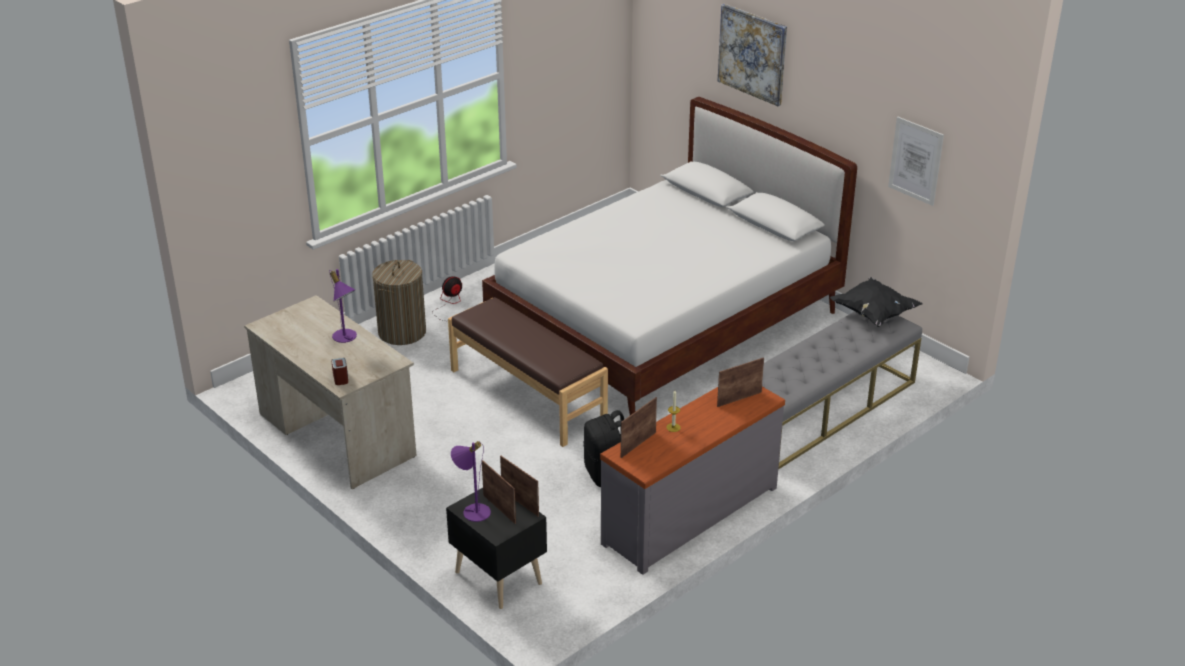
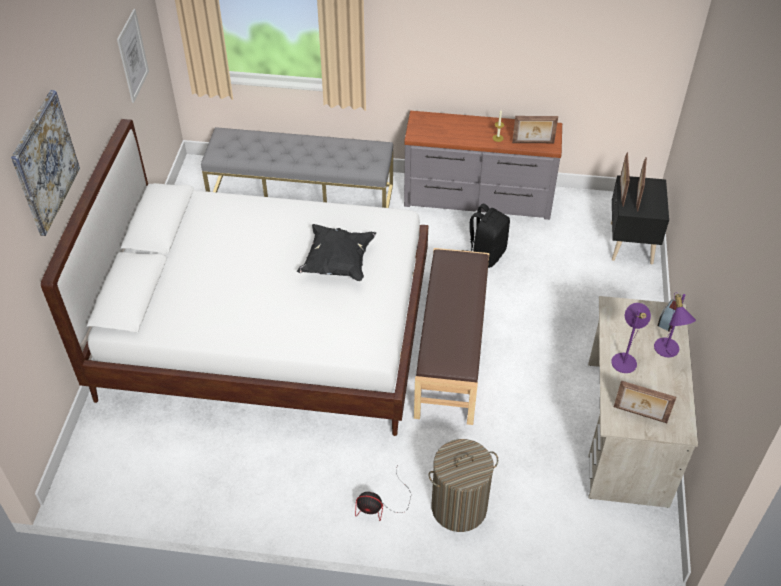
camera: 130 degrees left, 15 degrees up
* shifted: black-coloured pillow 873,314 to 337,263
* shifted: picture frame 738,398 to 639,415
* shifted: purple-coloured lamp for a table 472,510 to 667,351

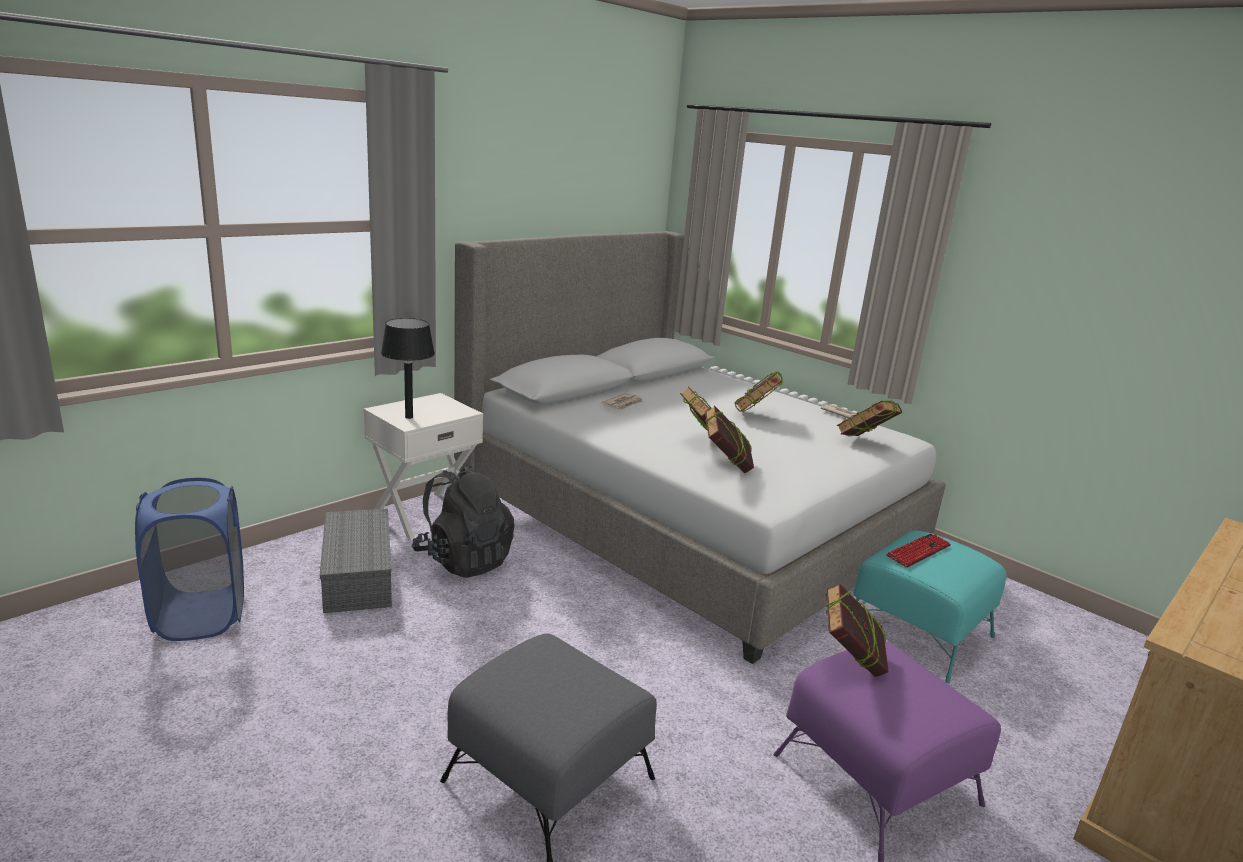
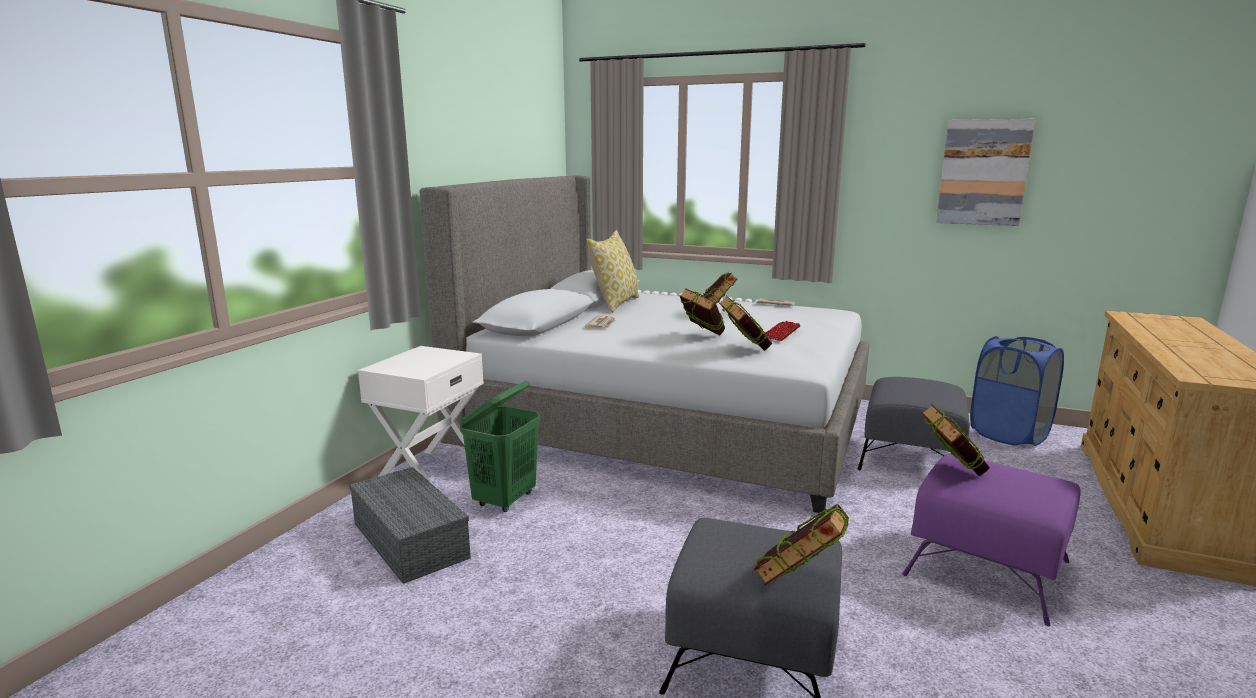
camera: 20 degrees left, 5 degrees down
* swapped: black-coloured rucksack 464,560 to green-coloured laundry basket 505,500
* new: pillow 614,304
* shifted: volume 864,443 to 799,583
* shifted: keyboard 918,551 to 781,332
* repainted: turquoise footrest 919,632 to greyish footrest 911,458
* new: wall art 983,172
* shifted: blue-coloured laundry basket 201,615 to 1009,434
* gone: black-coloured lamp for a table 408,417

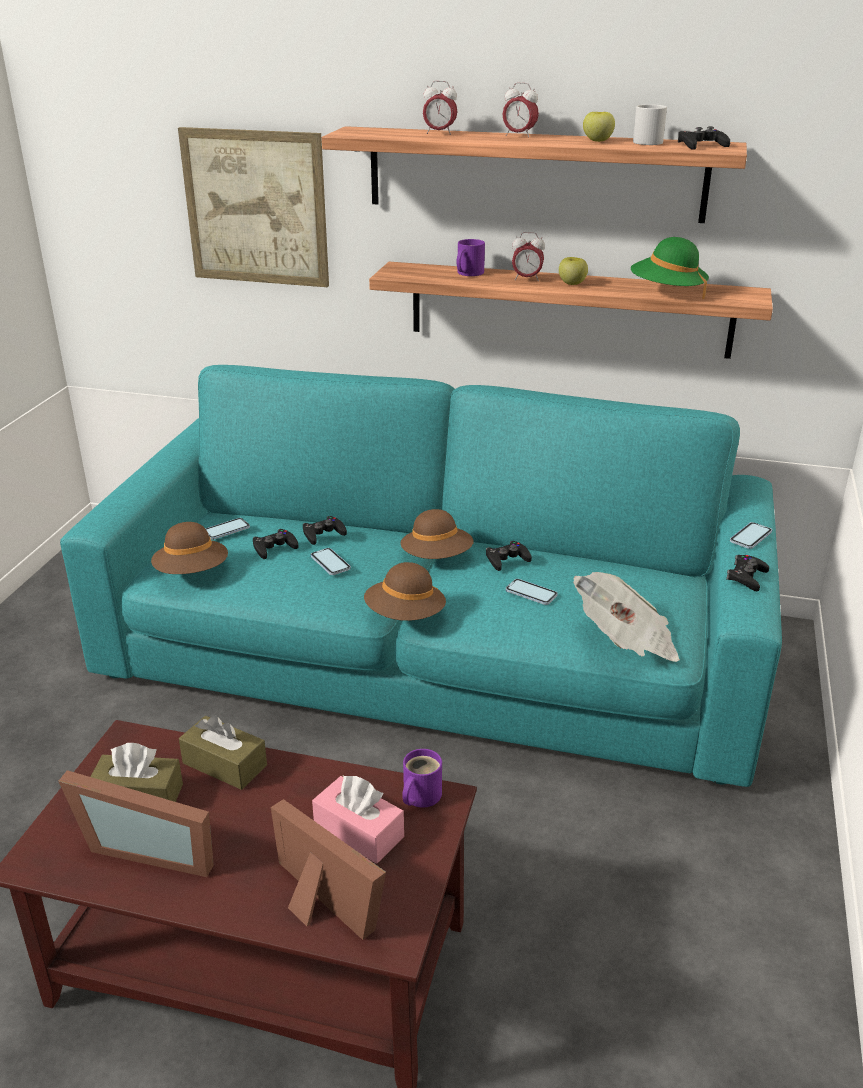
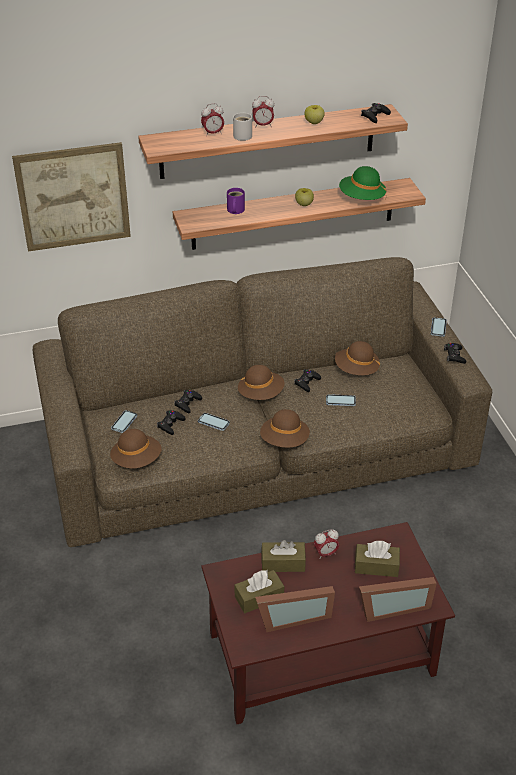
camera: 30 degrees left, 10 degrees up
* repainted: turquoise couch 431,649 to brownish couch 257,448
* shifted: white-coloured coffee mug 649,142 to 243,135
* shifted: table clock 526,279 to 326,554
* new: brownish wearable hat 356,369
* repainted: pink-coloured tissue box 358,831 to brownish tissue box 376,566
* rotated: picture frame 319,908 = 391,607 150 degrees clockwise
* gone: purple-coloured coffee mug 419,796
* gone: newspaper 625,641

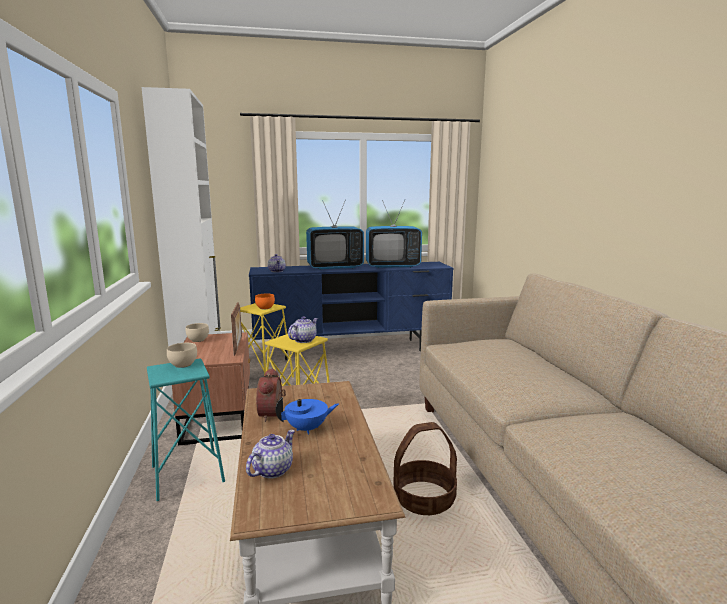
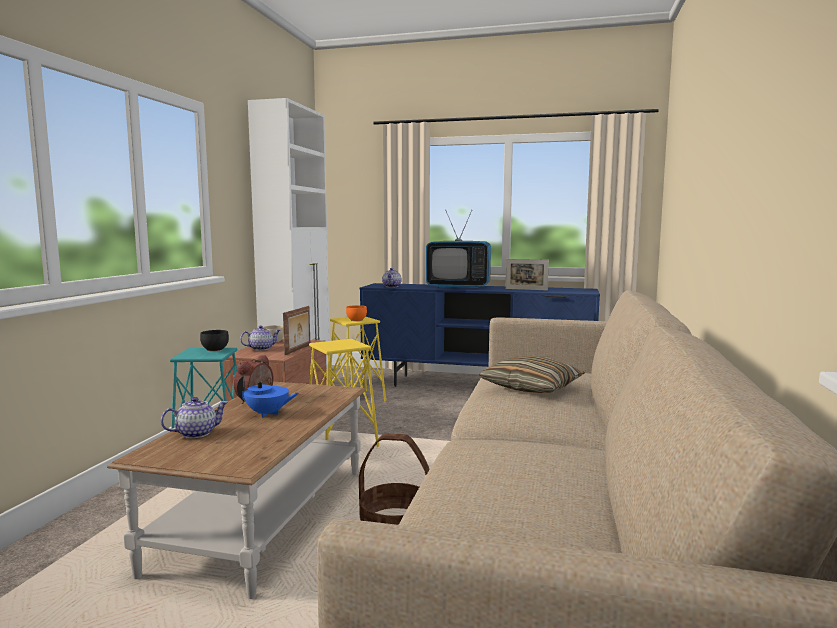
camera: 25 degrees right, 5 degrees down
* repainted: sand-coloured serving bowl 182,365 to black-coloured serving bowl 214,350
* shifted: pot for tea 303,340 to 261,348
* new: pillow 531,387
* swapped: TV 392,266 to picture frame 526,289

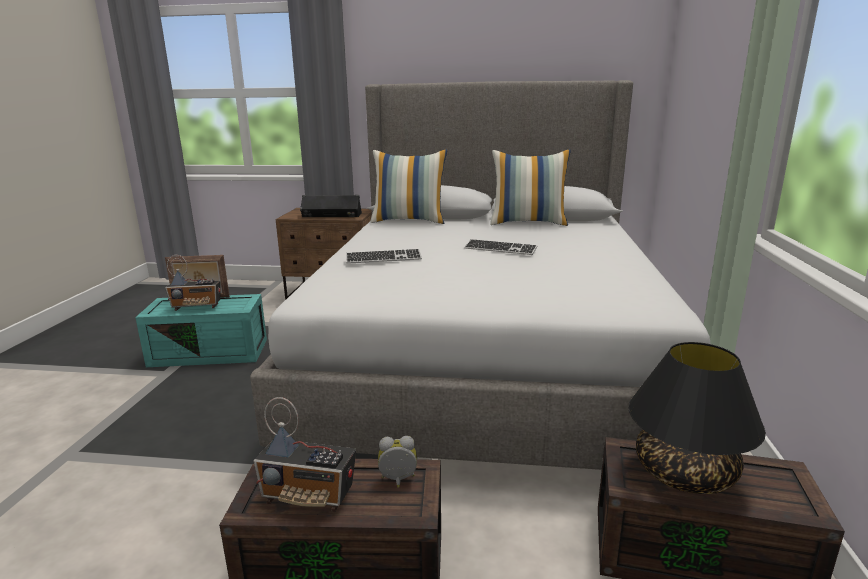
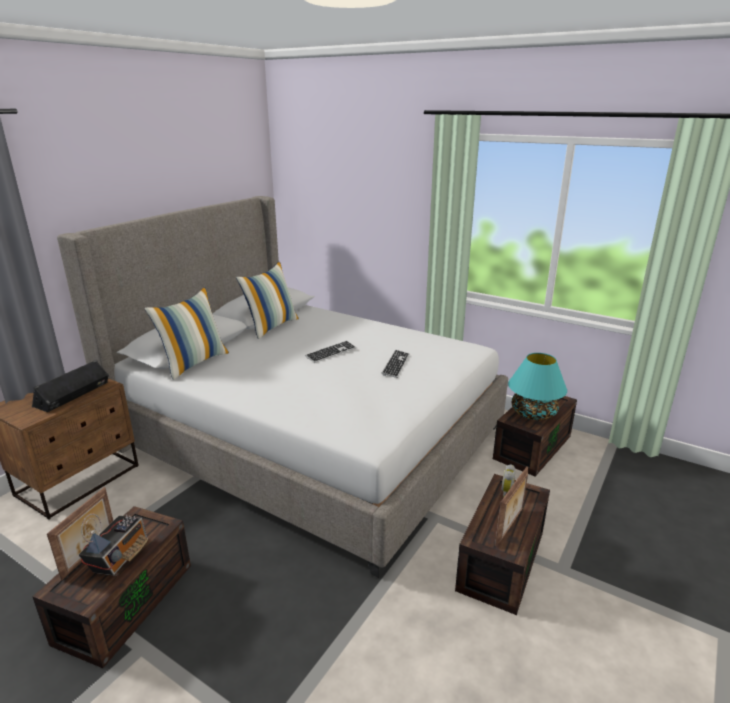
camera: 65 degrees left, 5 degrees up
* repainted: turquoise storage bin 211,352 to brownish storage bin 125,600
* shifted: keyboard 383,258 to 396,365
* swapped: radio set 309,496 to picture frame 510,526
* repainted: black-coloured lamp for a table 685,473 to turquoise lamp for a table 533,413

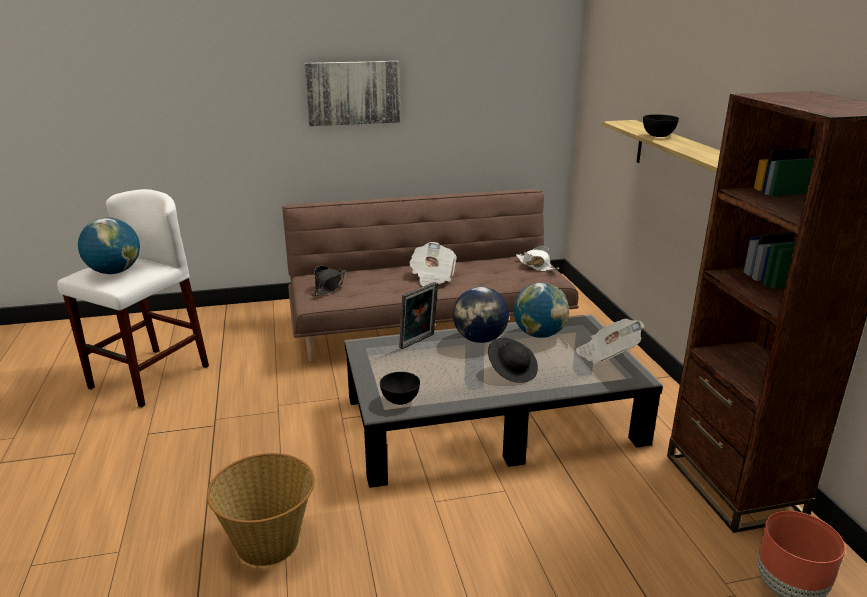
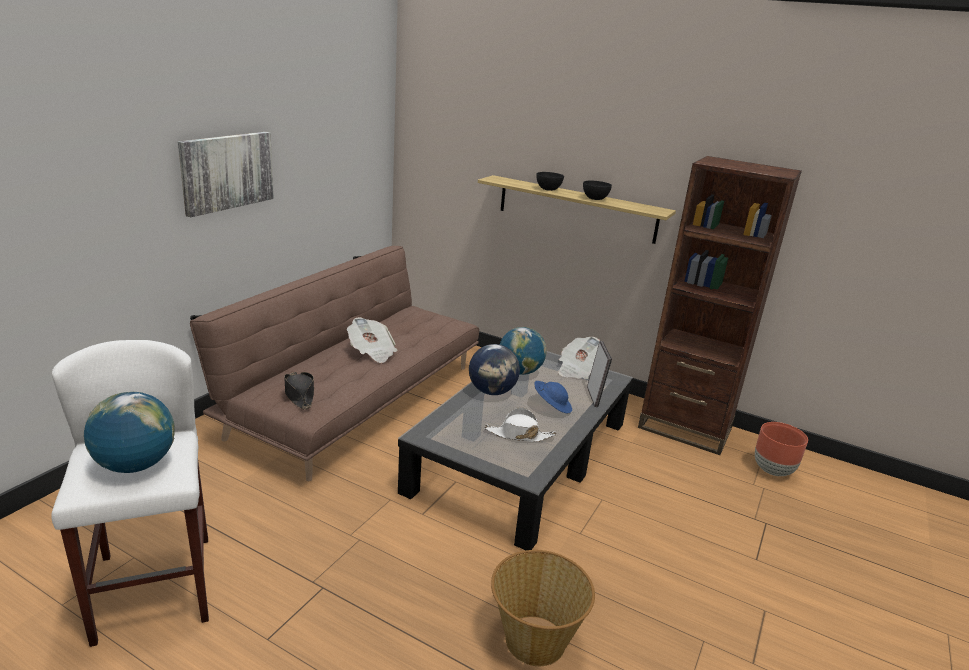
camera: 50 degrees left, 0 degrees up
* shifted: white-coloured wearable hat 536,265 to 519,435
* repainted: black-coloured wearable hat 512,371 to blue-coloured wearable hat 551,406
* shifted: black-coloured serving bowl 400,400 to 595,198
* shifted: picture frame 418,342 to 595,397

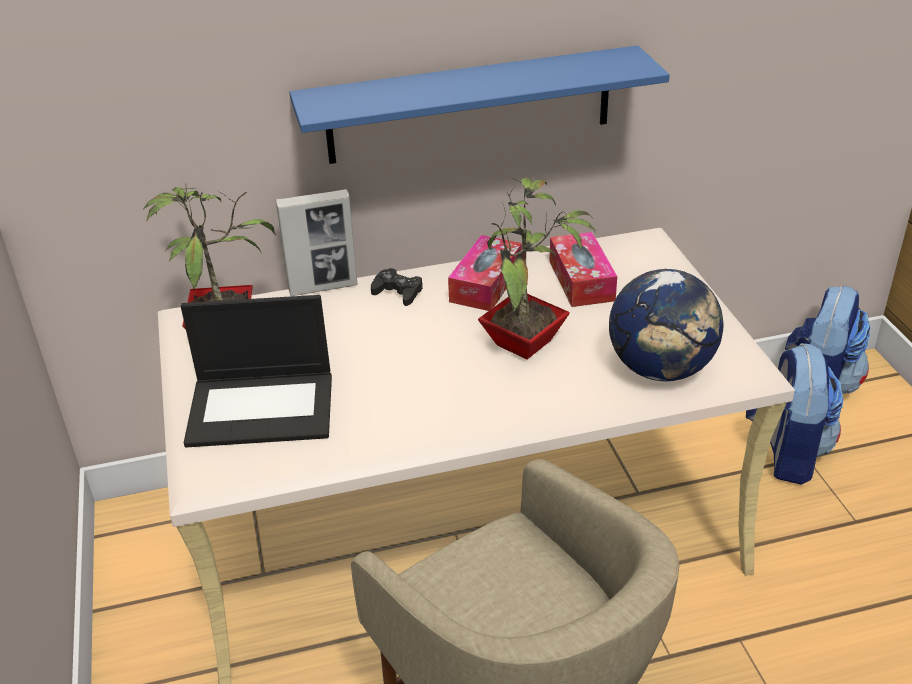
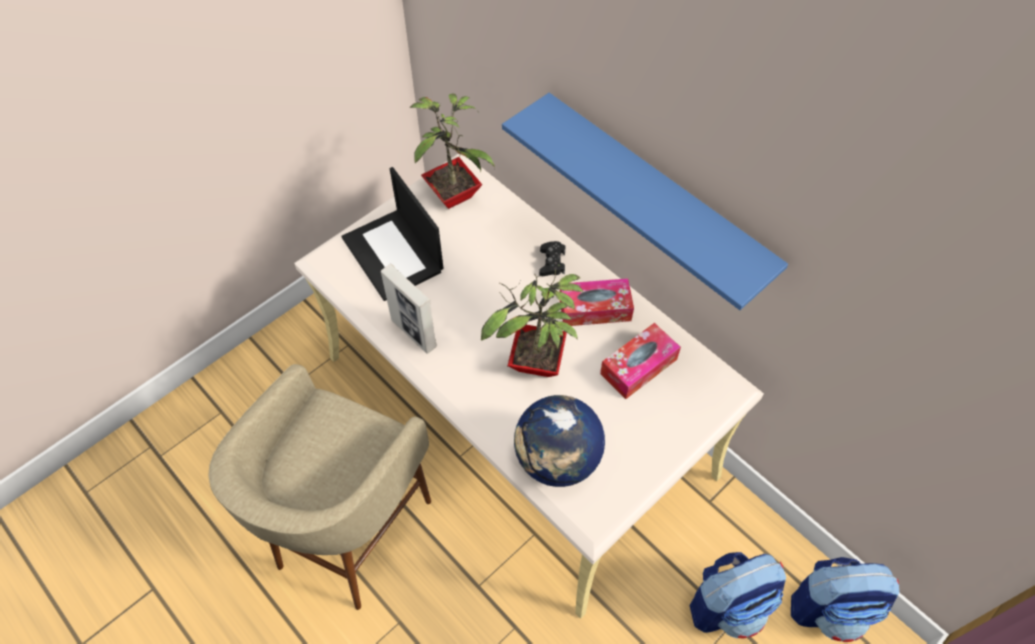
camera: 60 degrees right, 20 degrees up
* shifted: picture frame 323,287 to 414,333

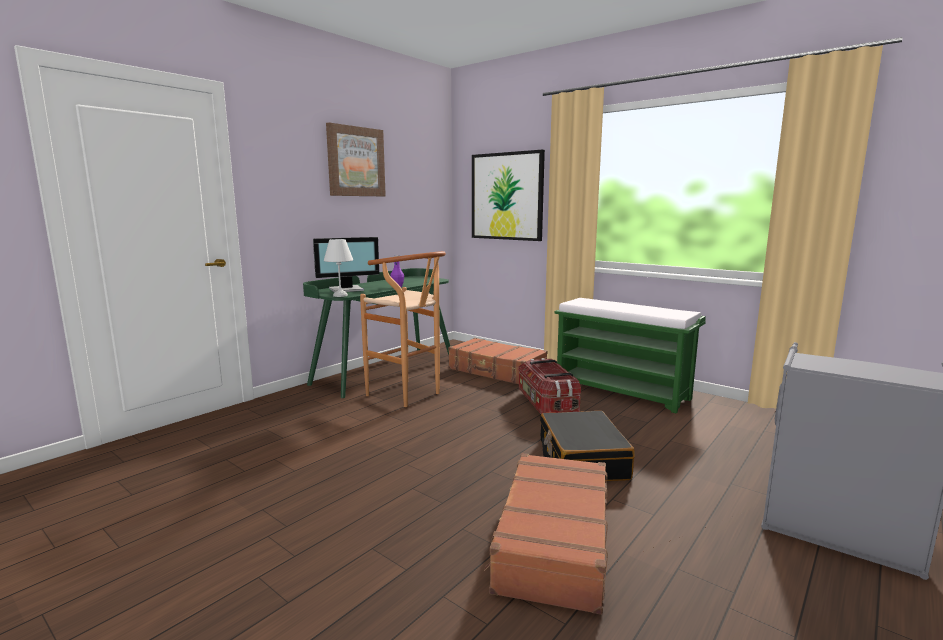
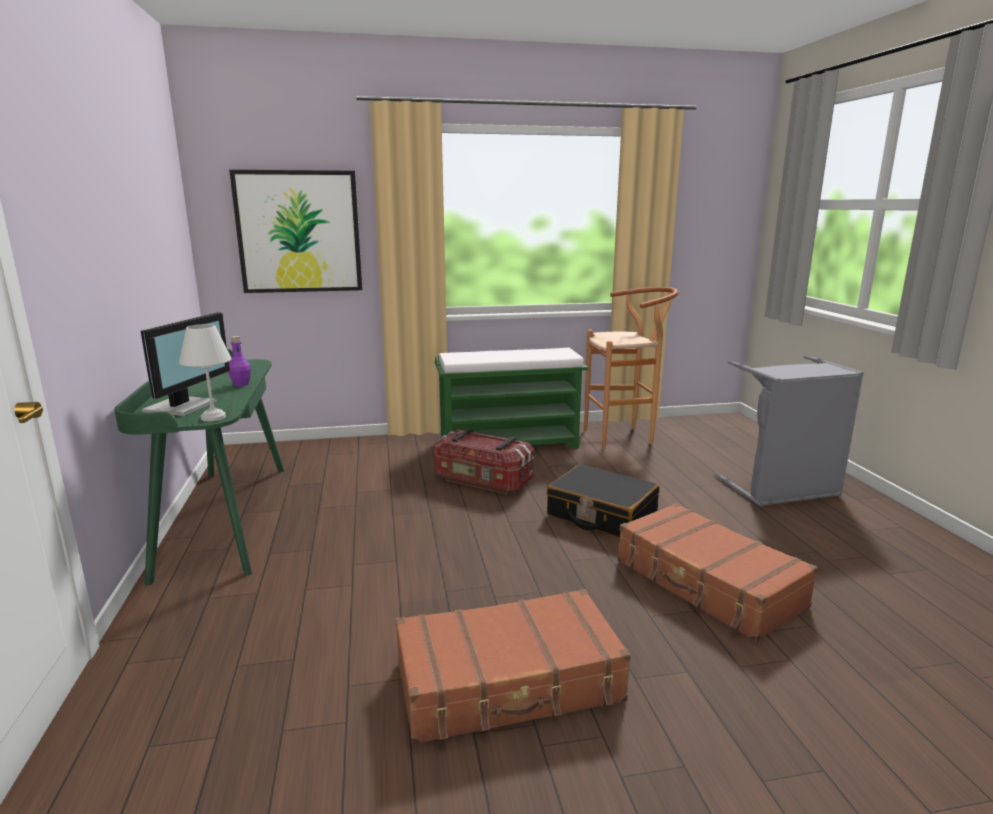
camera: 50 degrees left, 5 degrees up
* shifted: brownish travel case 496,371 to 509,683
* shifted: brownish stool 409,395 to 625,436
* gone: wall art 355,162

